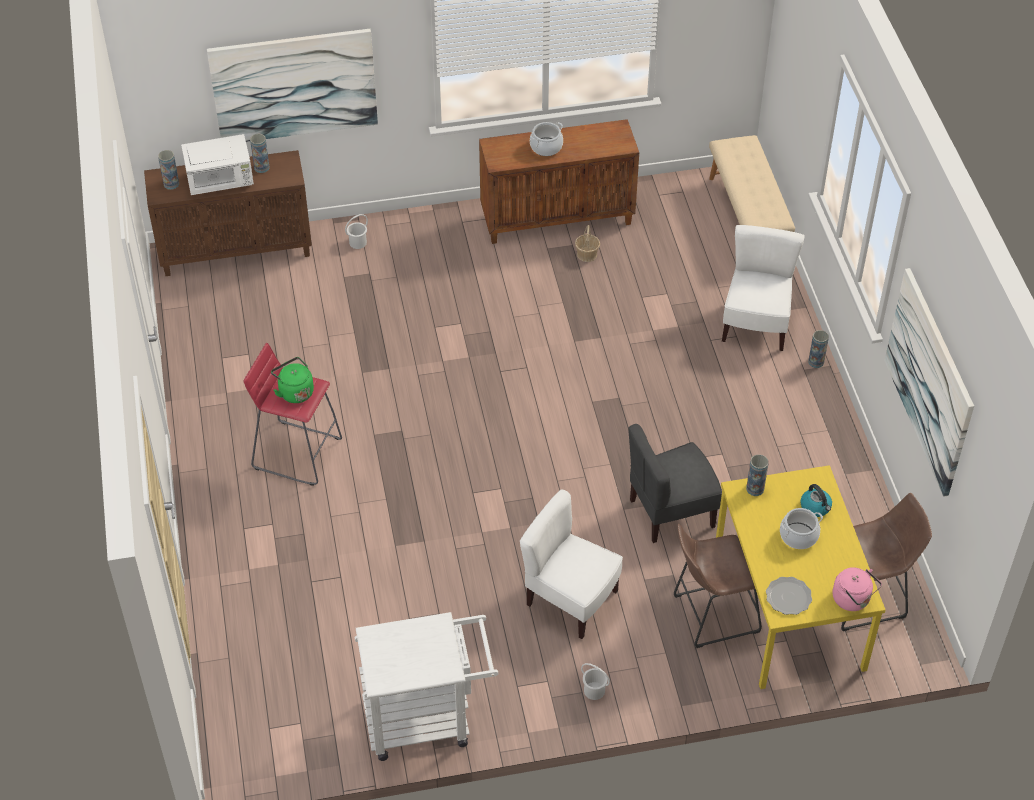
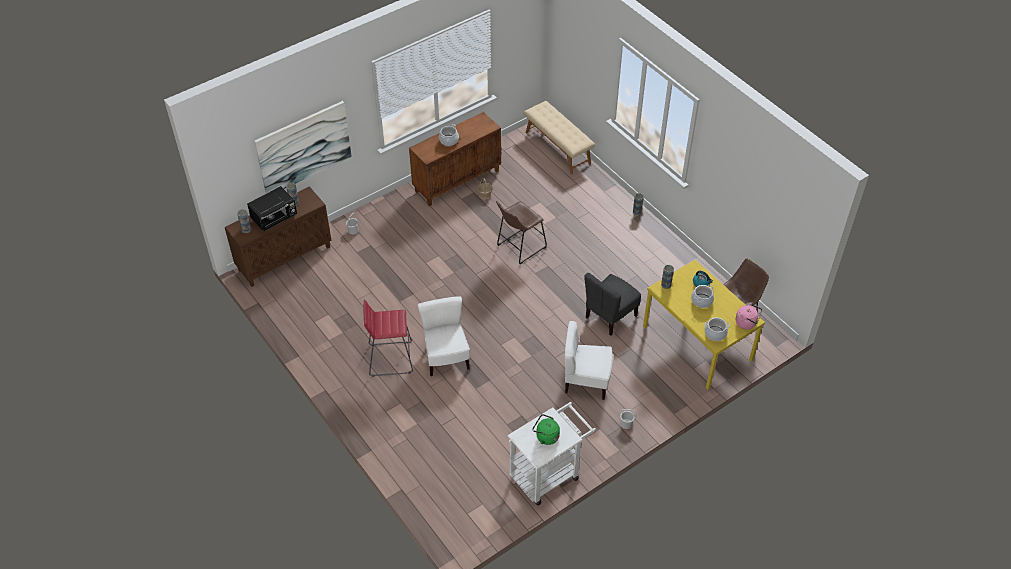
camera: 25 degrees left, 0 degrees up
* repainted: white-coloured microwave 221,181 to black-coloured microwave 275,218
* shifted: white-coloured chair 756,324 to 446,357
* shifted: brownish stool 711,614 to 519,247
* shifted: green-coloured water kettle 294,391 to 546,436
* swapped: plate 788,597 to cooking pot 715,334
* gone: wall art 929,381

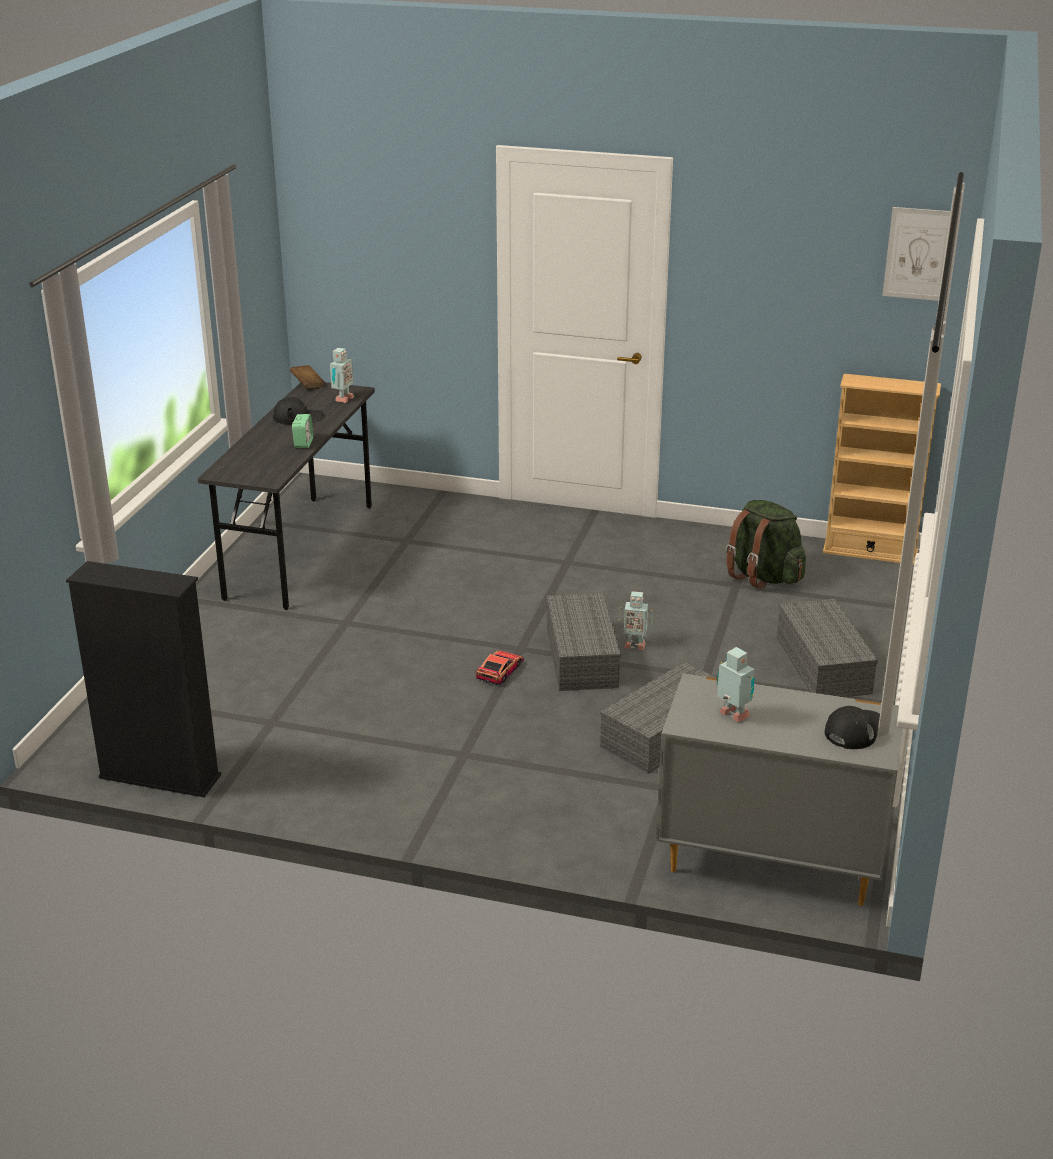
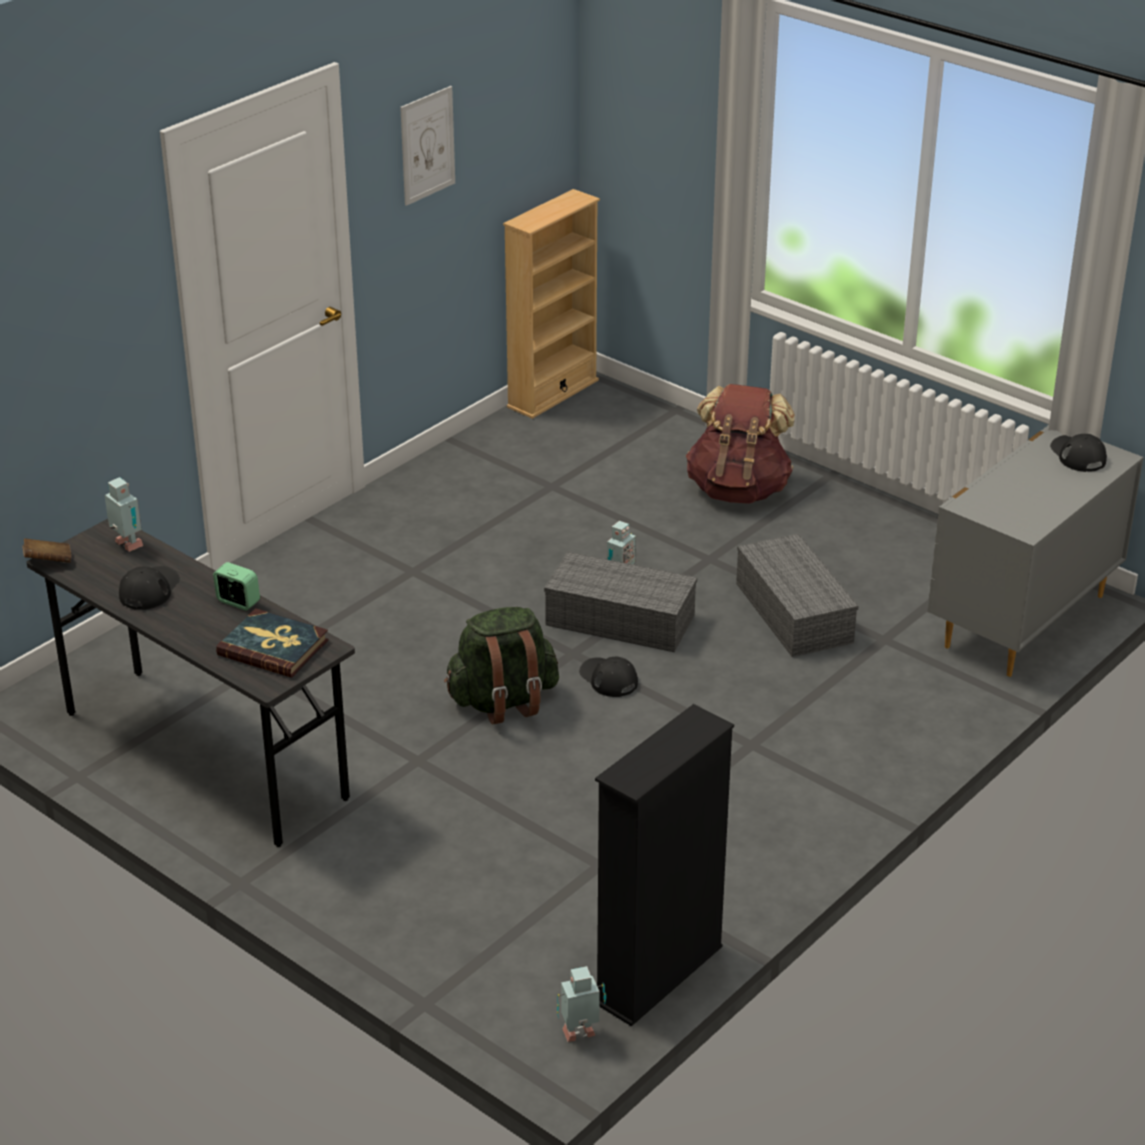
camera: 65 degrees left, 5 degrees up
* new: volume 273,647
* shifted: wall art 919,254 to 427,145
* shifted: green-coloured rucksack 763,576 to 503,701
* shifted: toy robot 733,716 to 580,1034
* swapped: miniature car 500,671 to black-coloured cap 608,678
* swapped: greyish storage bin 825,665 to brownish rucksack 738,489

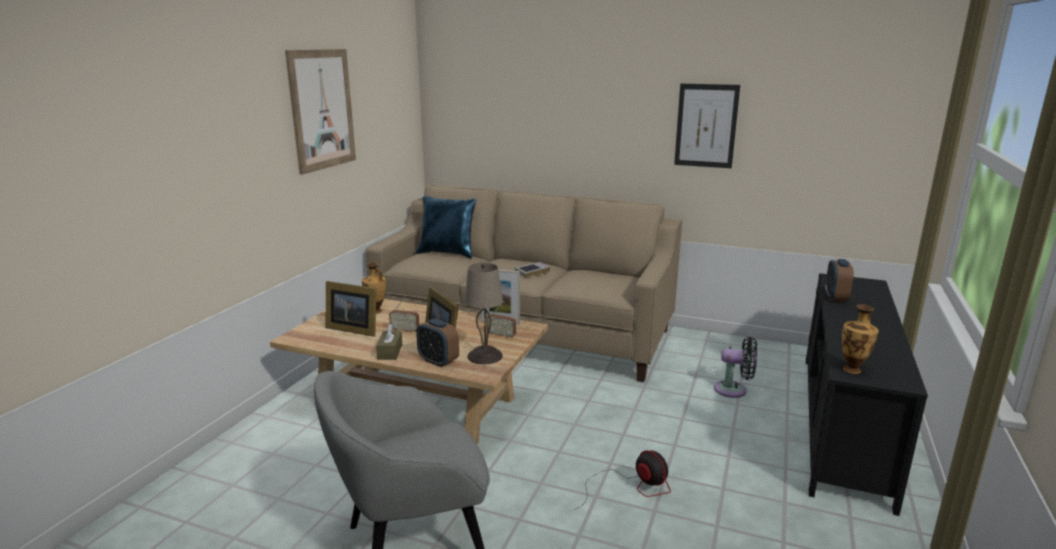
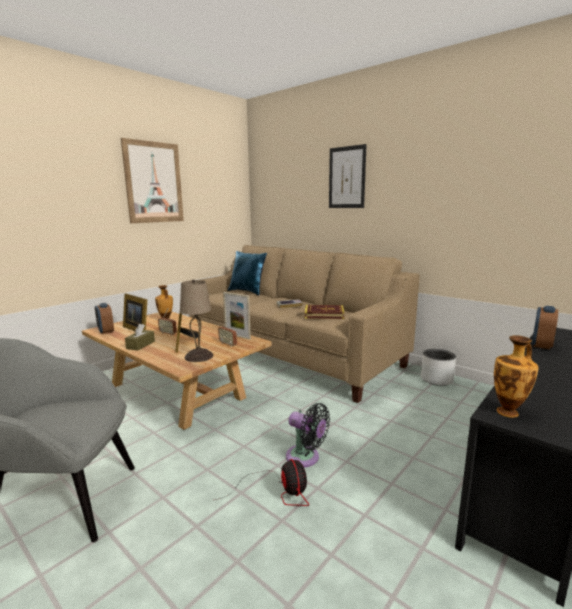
camera: 20 degrees right, 5 degrees down
* shifted: table clock 438,361 to 106,331
* shifted: black-coloured electric fan 734,390 to 305,458
* new: volume 324,314
* shifted: wall art 706,126 to 347,177
* new: greyish flower pot 437,379

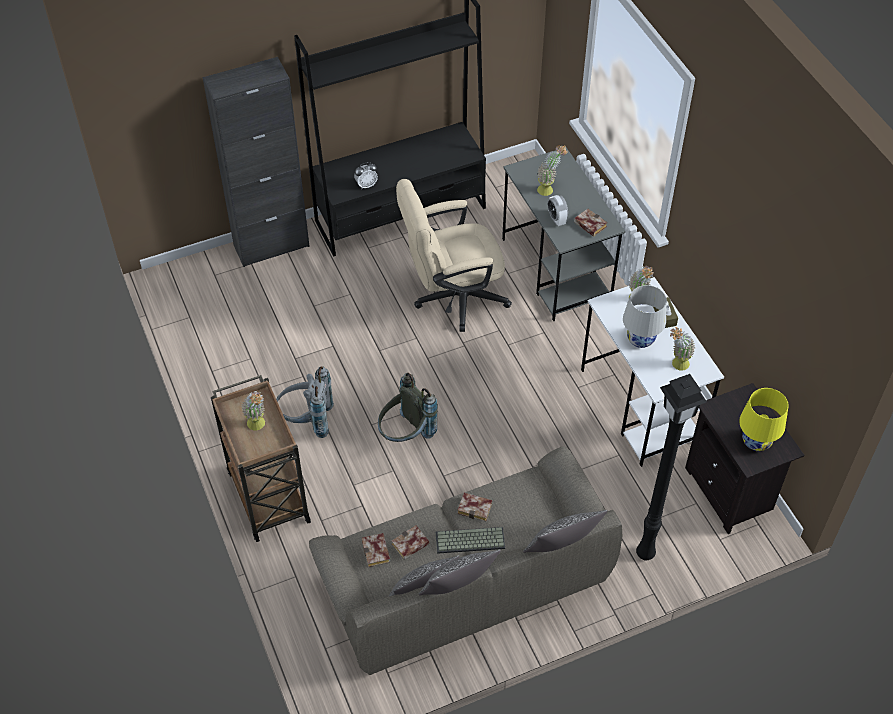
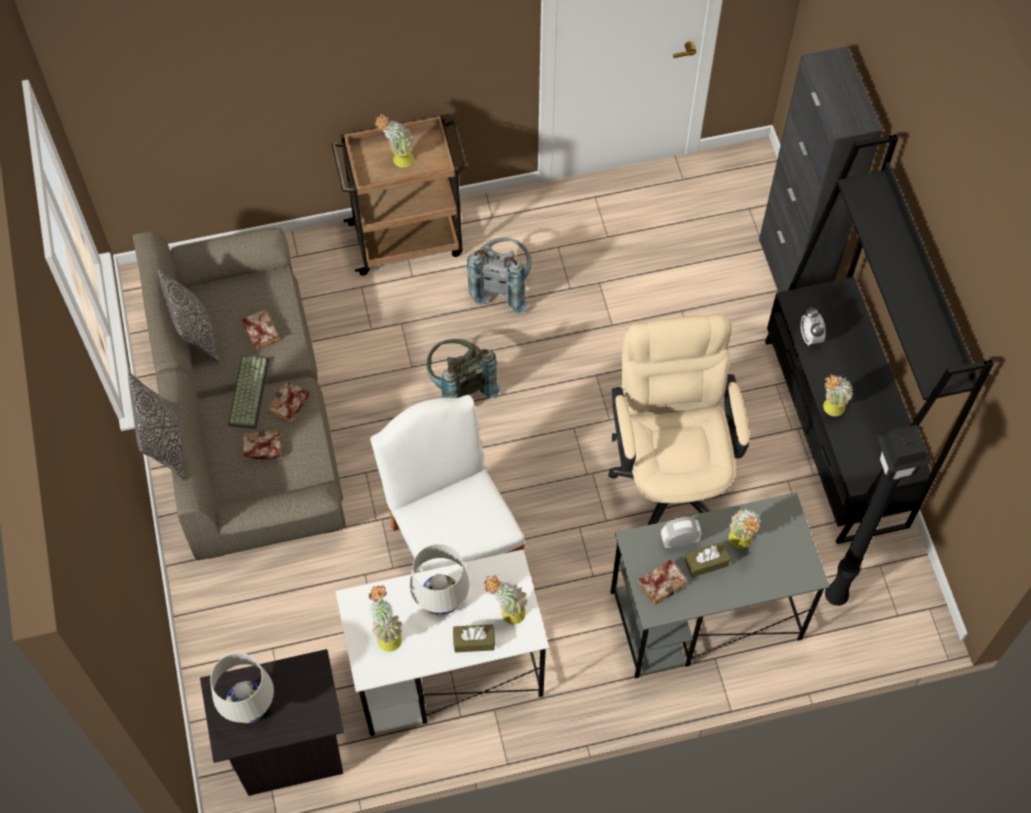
camera: 100 degrees right, 10 degrees up
* repainted: yellow lamp for a table 756,442 to white-coloured lamp for a table 248,706
* shifted: volume 377,553 to 261,449
* new: white-coloured chair 452,541
* new: brownish tissue box 706,562
* new: potted plant 830,410
* shifted: black-coloured standard lamp 644,555 to 834,595
* gone: pillow 458,588

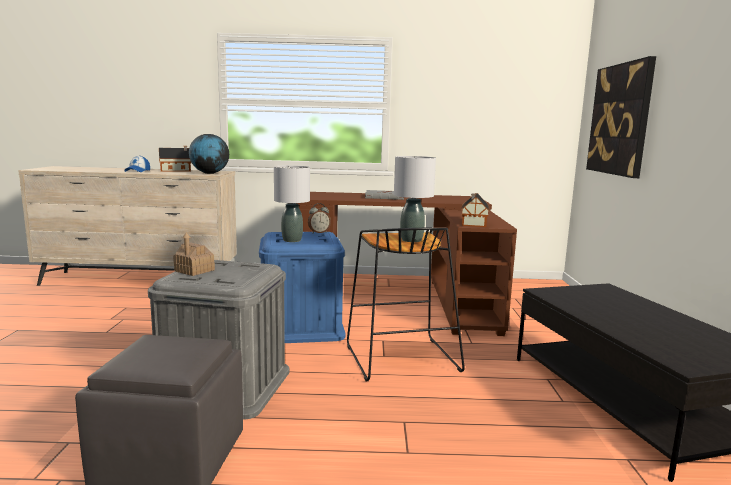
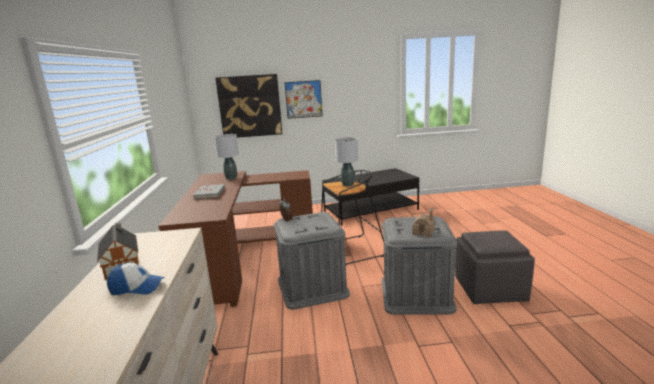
camera: 95 degrees left, 5 degrees up
* shifted: greyish lamp for a table 291,240 to 231,178
* repainted: blue-coloured storage bin 301,326 to greyish storage bin 312,287
* new: wall art 303,99
* gone: desk globe 209,173
* gone: model house 473,223

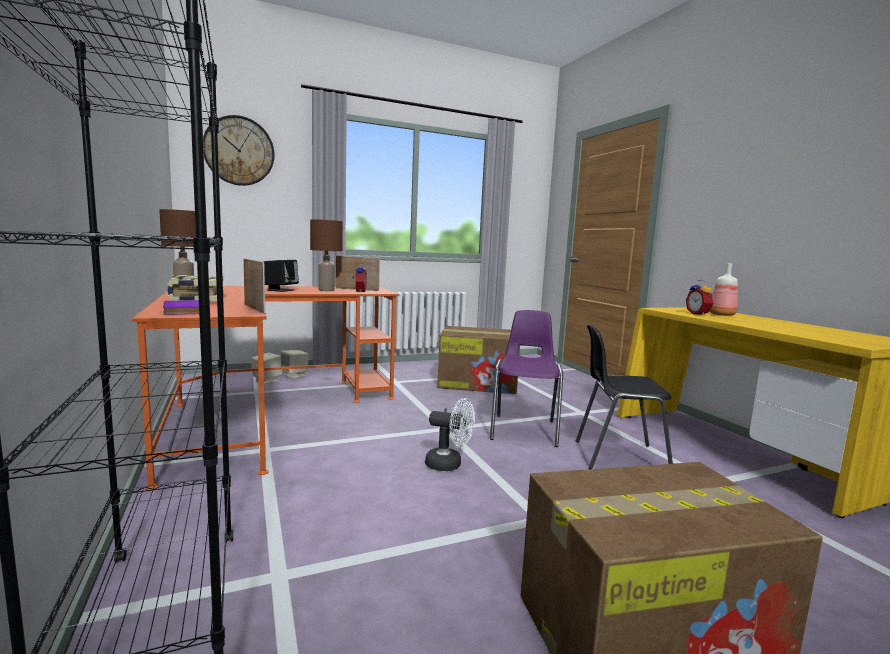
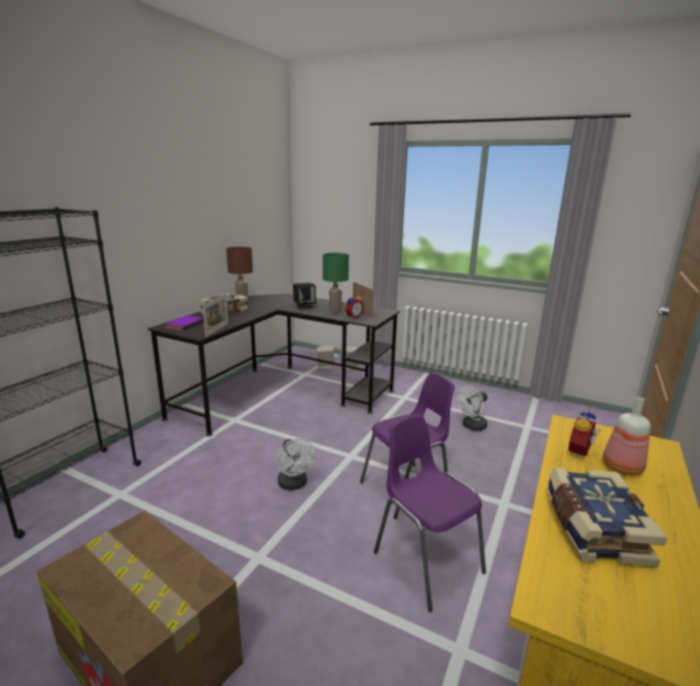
camera: 50 degrees right, 10 degrees up
* repainted: orange desk table 267,412 to black-coloured desk table 281,393
* repainted: brownish lamp for a table 326,290 to green-coloured lamp for a table 334,311
* repainted: black-coloured chair 617,457 to purple-coloured chair 425,561
* swapped: carton 479,383 to white-coloured electric fan 471,426
* new: volume 593,528
* gone: wall clock 239,151

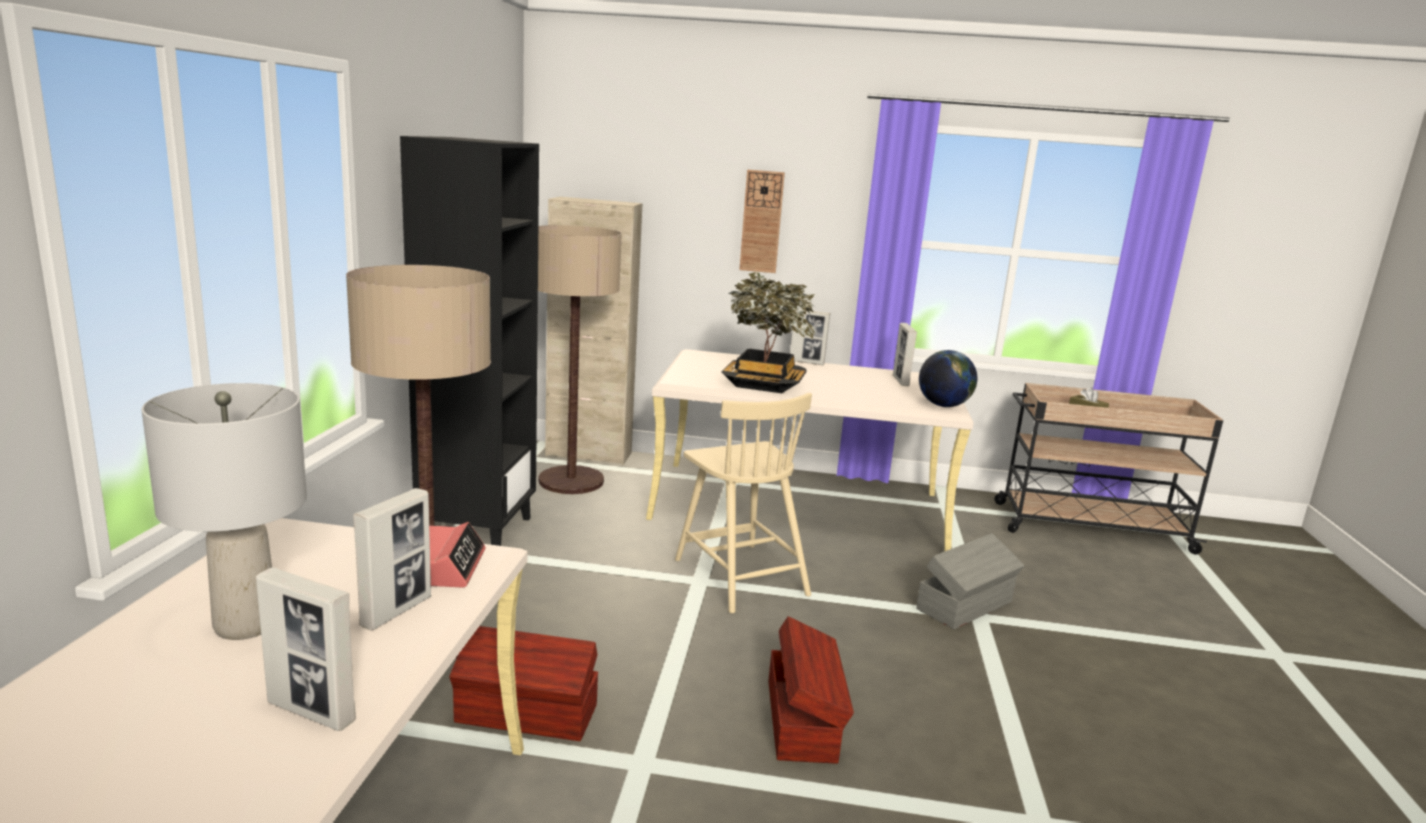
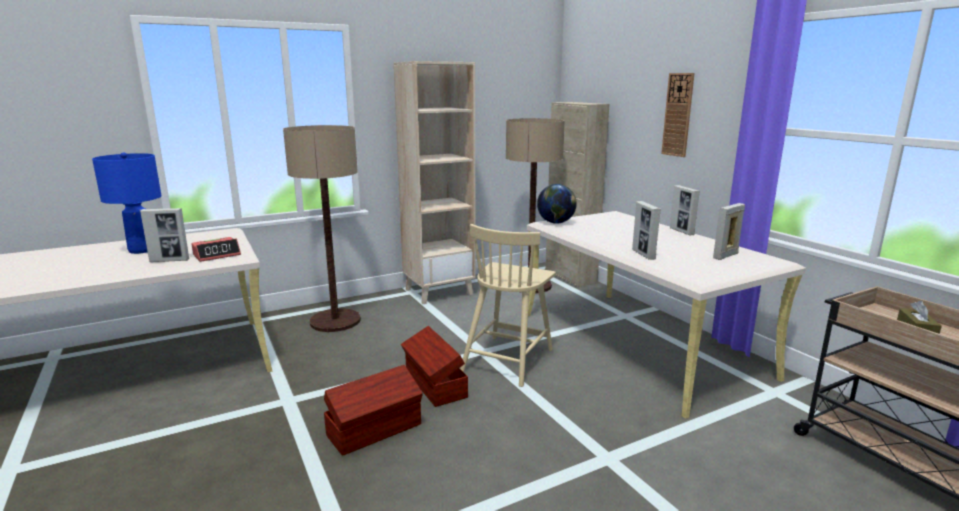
camera: 55 degrees right, 0 degrees up
* repainted: greyish lamp for a table 247,625 to blue-coloured lamp for a table 141,250
* repainted: black-coloured bookcase 477,531 to sand-coloured bookcase 439,291
* shifted: brownish storage bin 527,715 to 434,385
* shifted: desk globe 943,406 to 556,223
* shifted: picture frame 311,712 to 643,254
* gone: potted plant 763,384
* gone: greyish storage bin 966,606

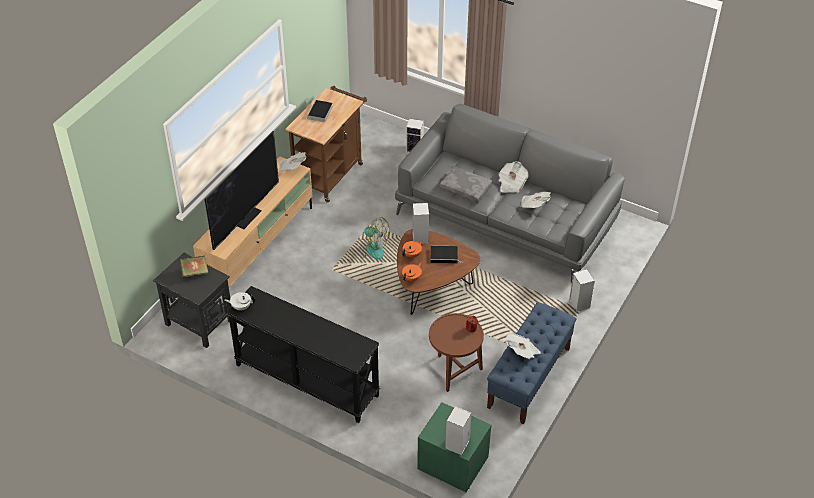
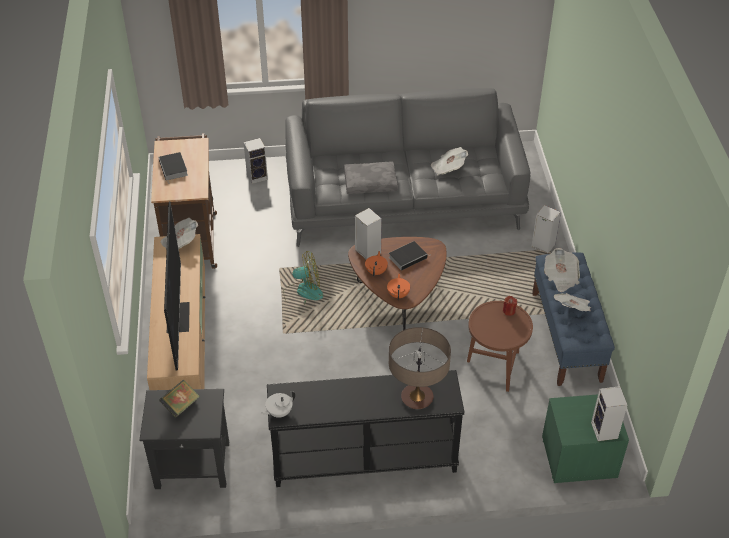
camera: 35 degrees left, 0 degrees up
* new: lamp for a table 417,398
* shifted: newspaper 511,184 to 560,277

